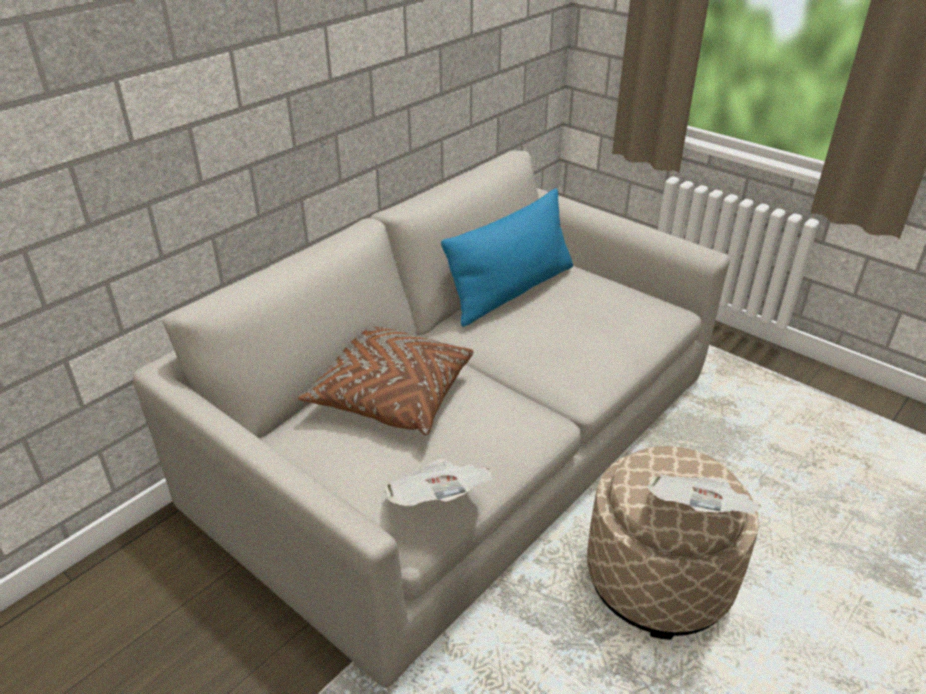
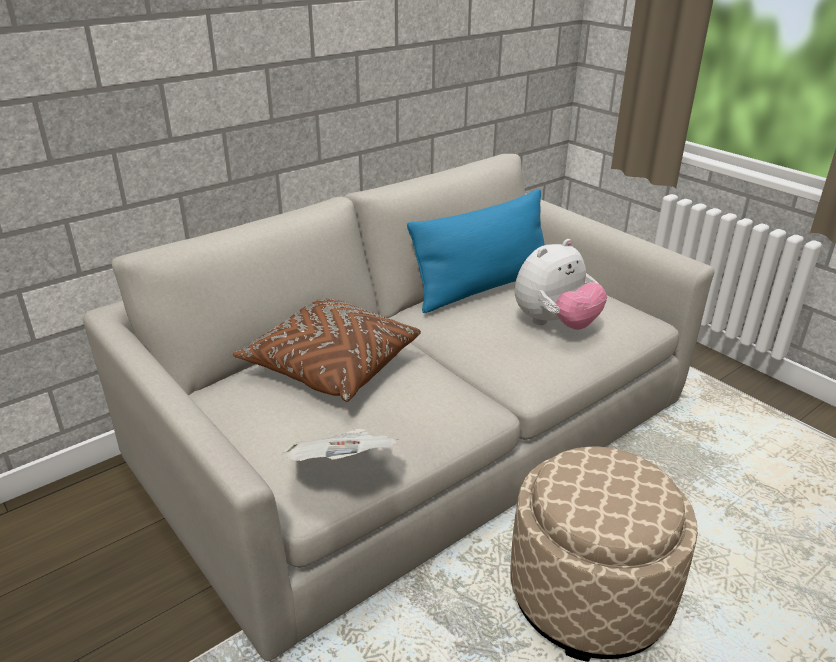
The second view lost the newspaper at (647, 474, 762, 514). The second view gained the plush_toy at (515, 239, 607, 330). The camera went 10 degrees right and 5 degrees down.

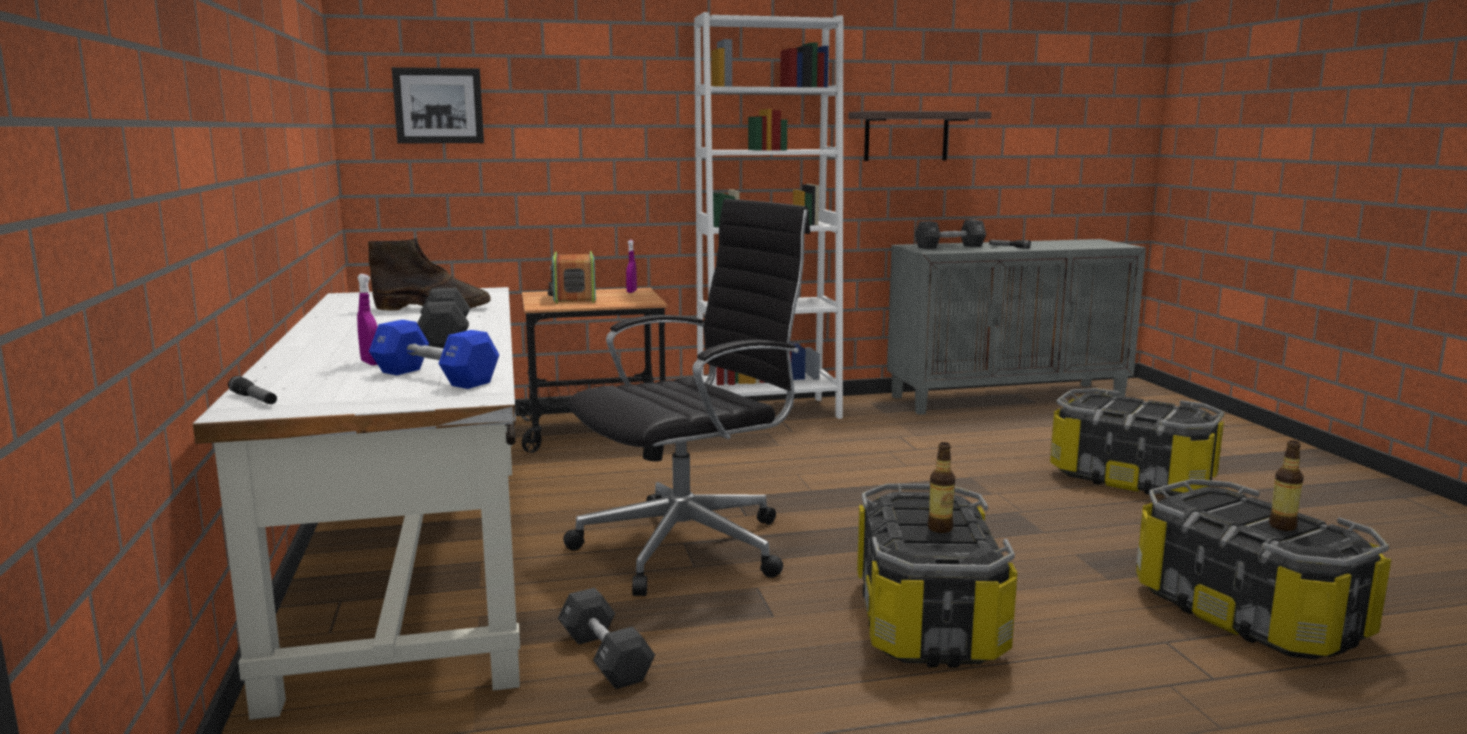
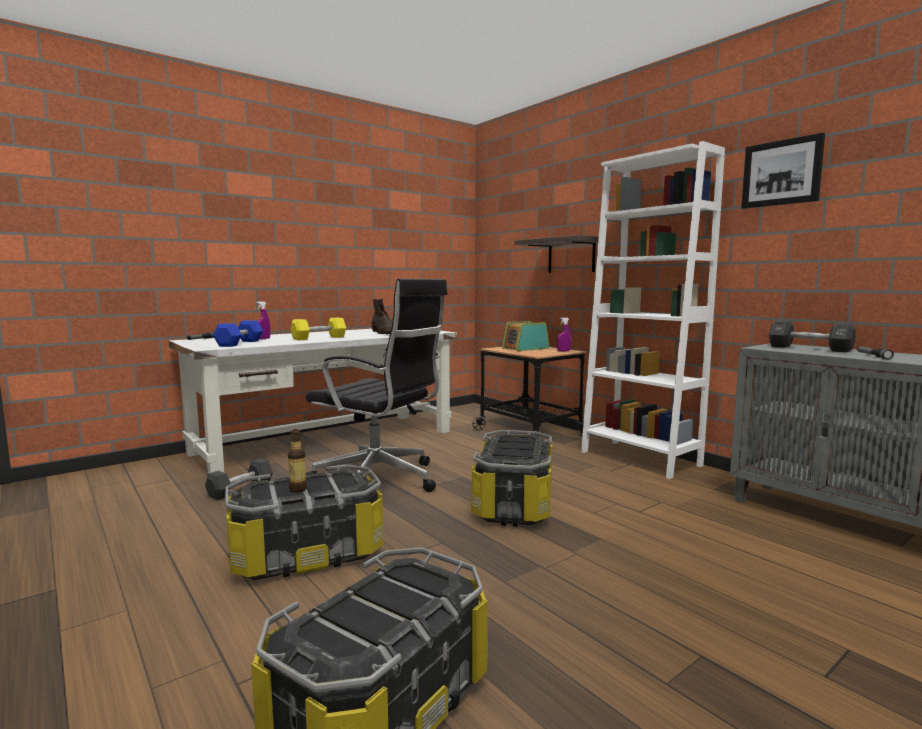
The second view lost the bottle at (1269, 440, 1304, 531). The picture ended up elsewhere, having gone from (392, 67, 484, 143) to (741, 133, 825, 209). The shelf ended up elsewhere, having gone from (849, 111, 991, 161) to (514, 235, 606, 273). The storage_box ended up elsewhere, having gone from (1050, 388, 1224, 496) to (472, 430, 552, 526). What was the black_dumbbell at (417, 288, 470, 348) turned into the yellow_dumbbell at (290, 318, 346, 340). The camera went 65 degrees right and 5 degrees down.

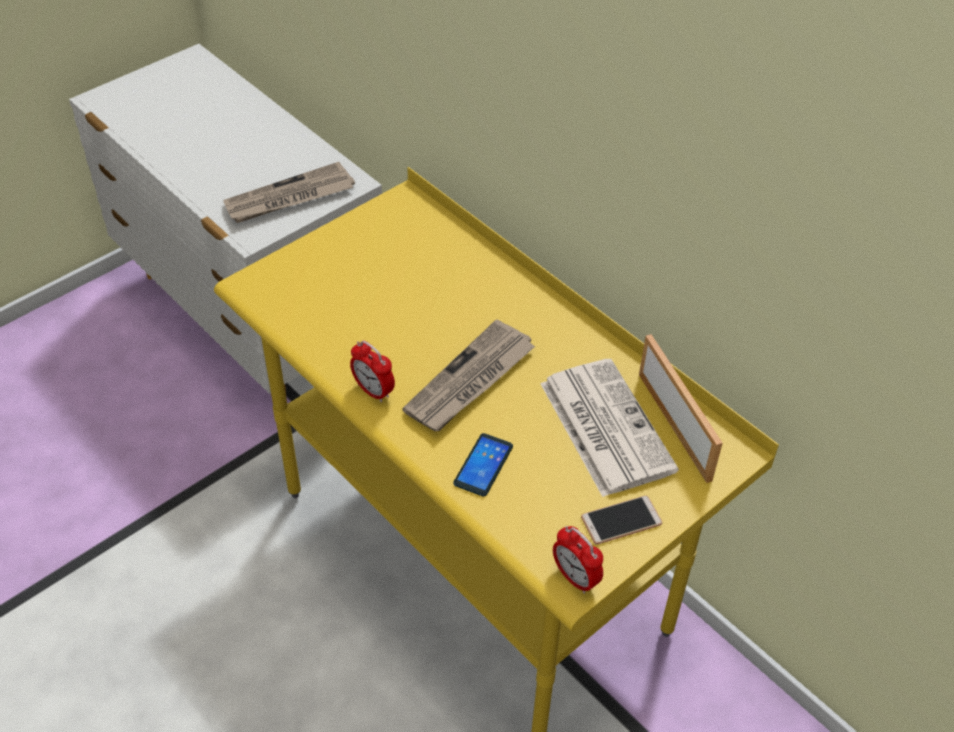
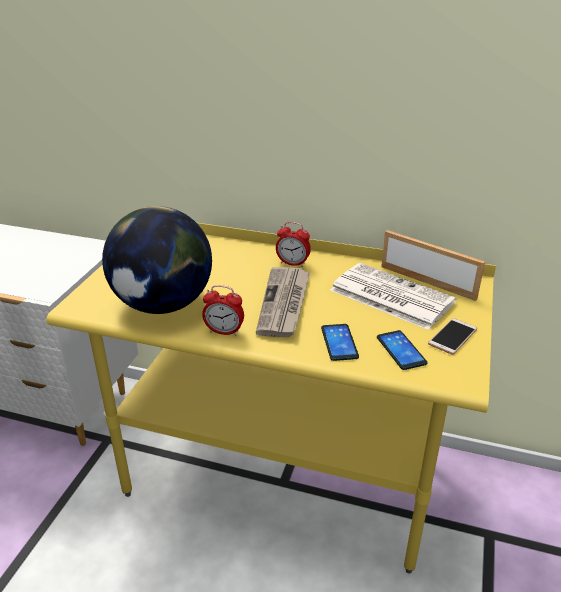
The second view lost the newspaper at (223, 162, 355, 223). The second view gained the globe at (102, 206, 212, 314). The second view gained the phone at (377, 330, 428, 370). The alarm_clock ended up elsewhere, having gone from (553, 526, 603, 594) to (276, 222, 311, 267). The camera went 30 degrees left and 15 degrees down.

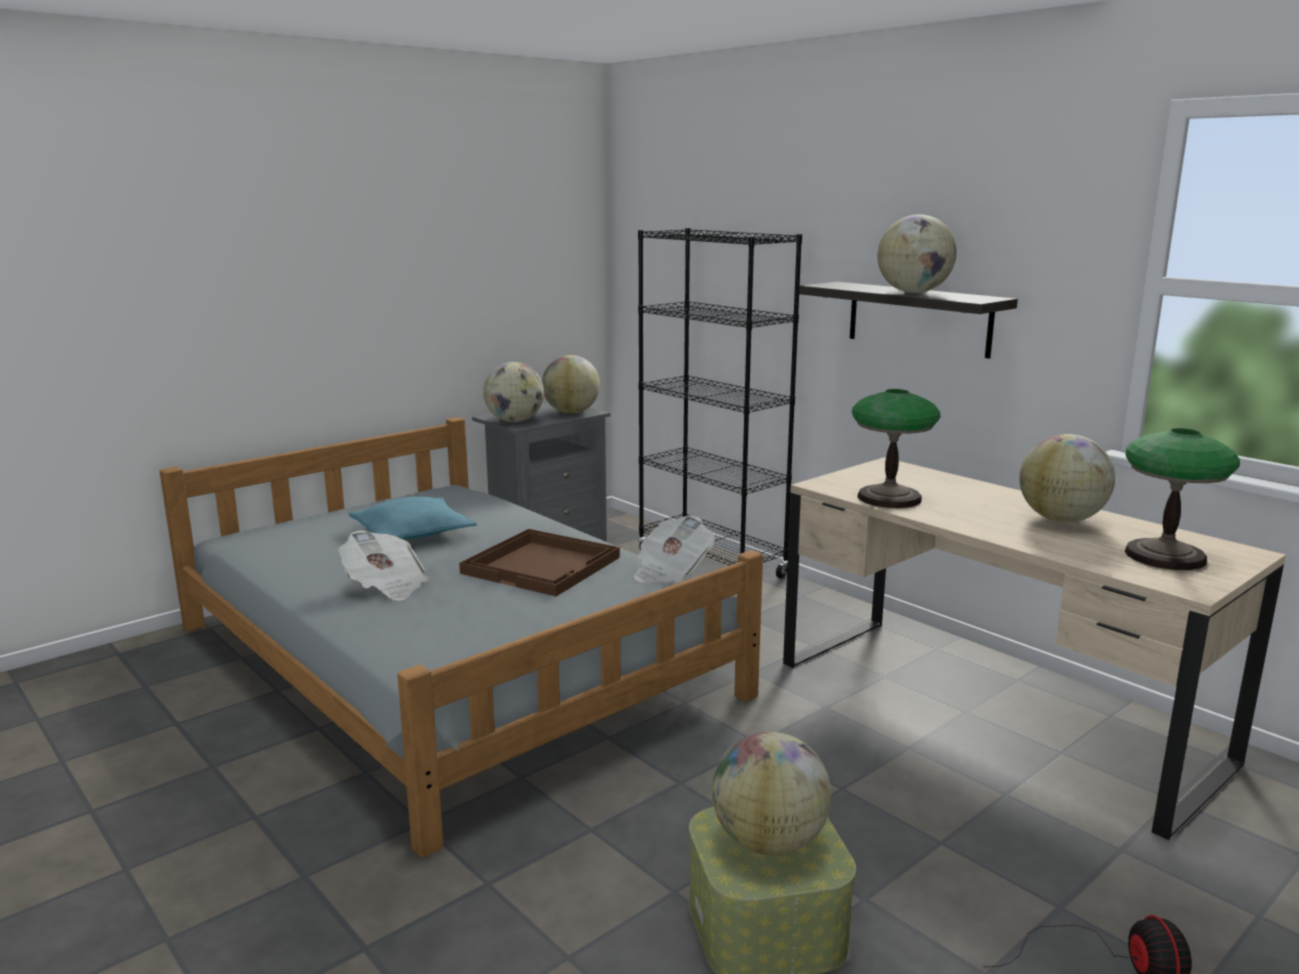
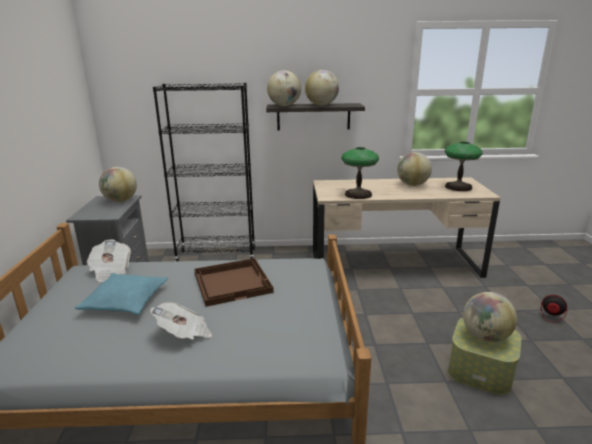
The globe ended up elsewhere, having gone from (483, 362, 544, 422) to (267, 70, 301, 106). The newspaper ended up elsewhere, having gone from (634, 516, 715, 583) to (87, 239, 131, 282). The camera went 50 degrees left and 5 degrees up.

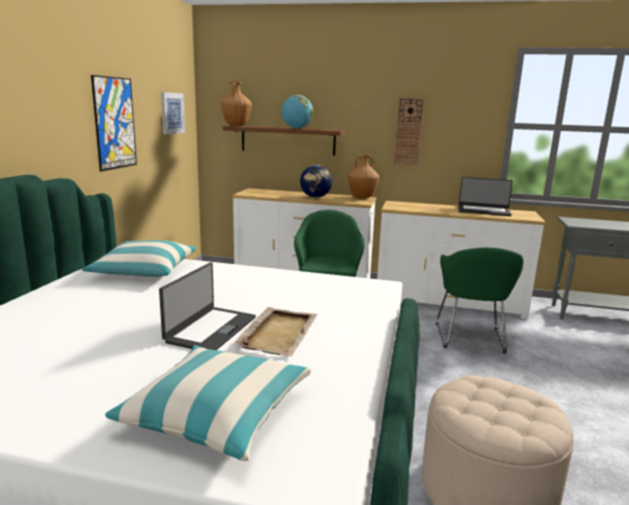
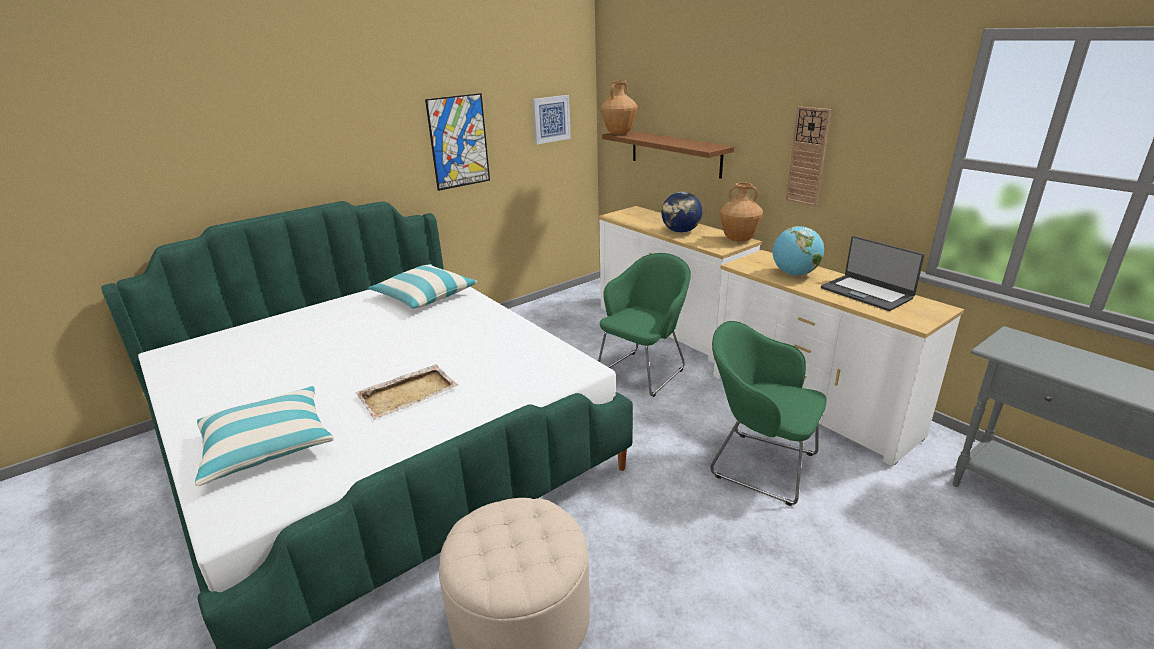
The second view lost the laptop at (159, 262, 256, 350). The globe ended up elsewhere, having gone from (281, 95, 313, 129) to (773, 226, 824, 276). The green_armchair at (436, 248, 524, 354) ended up facing another way, 75 degrees clockwise from before. The camera went 40 degrees right and 10 degrees up.

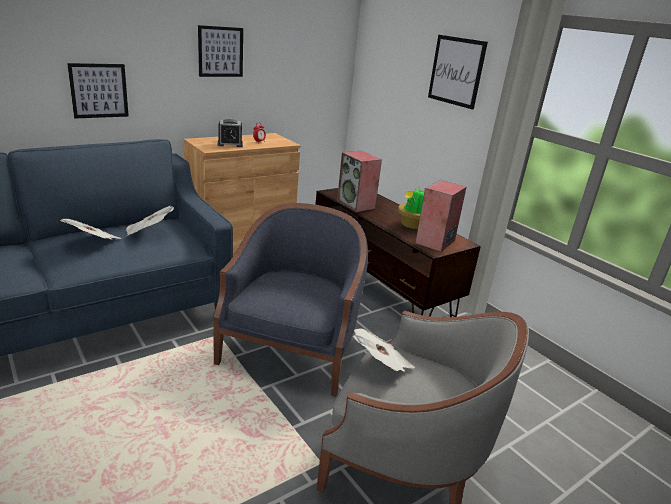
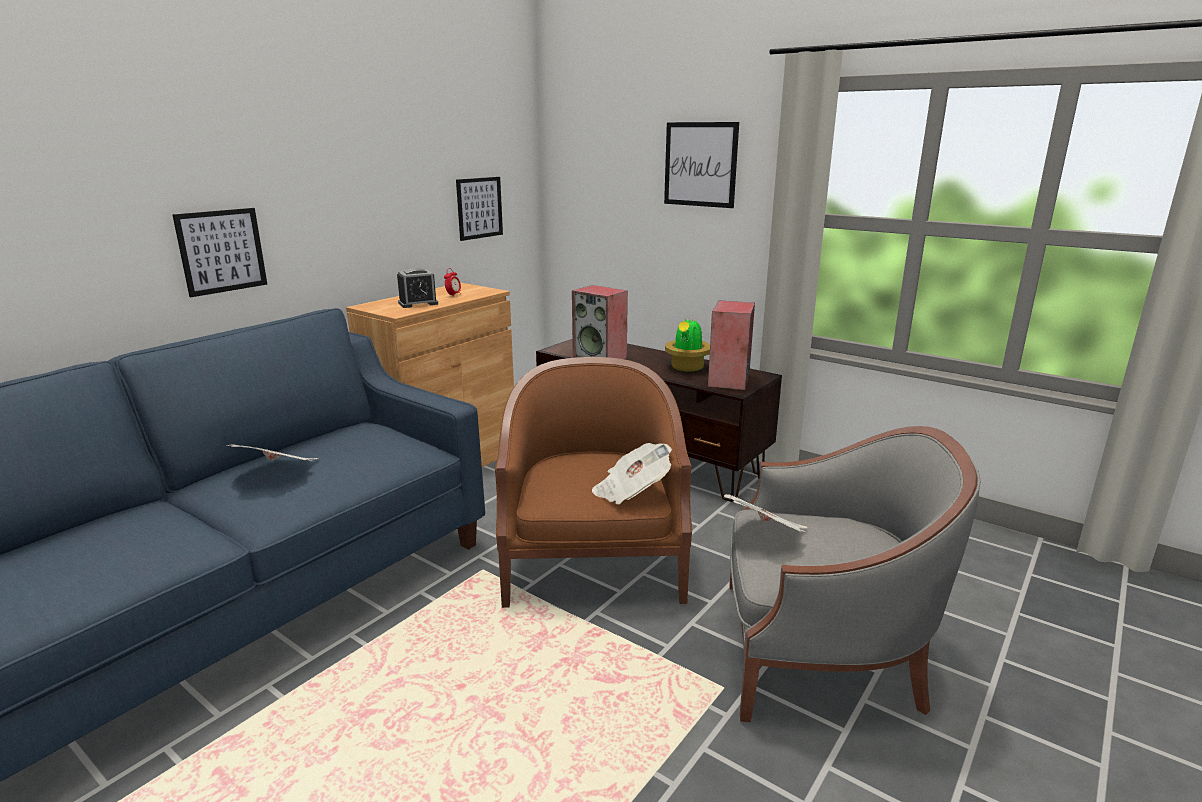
The newspaper ended up elsewhere, having gone from (126, 206, 174, 236) to (592, 443, 672, 505). The picture ended up elsewhere, having gone from (198, 25, 243, 77) to (456, 177, 503, 241). What was the blue_armchair at (213, 203, 368, 397) turned into the brown_armchair at (495, 357, 692, 608). The camera went 15 degrees left and 5 degrees down.

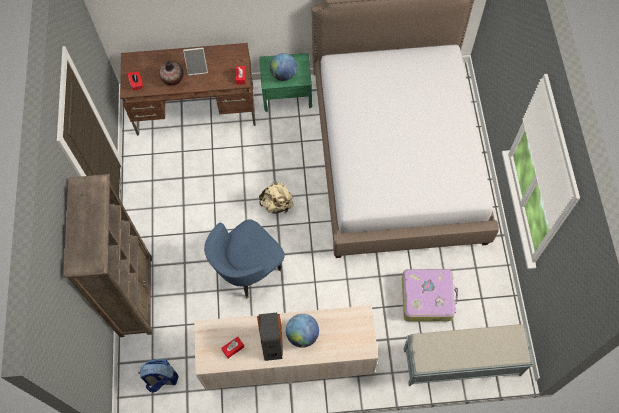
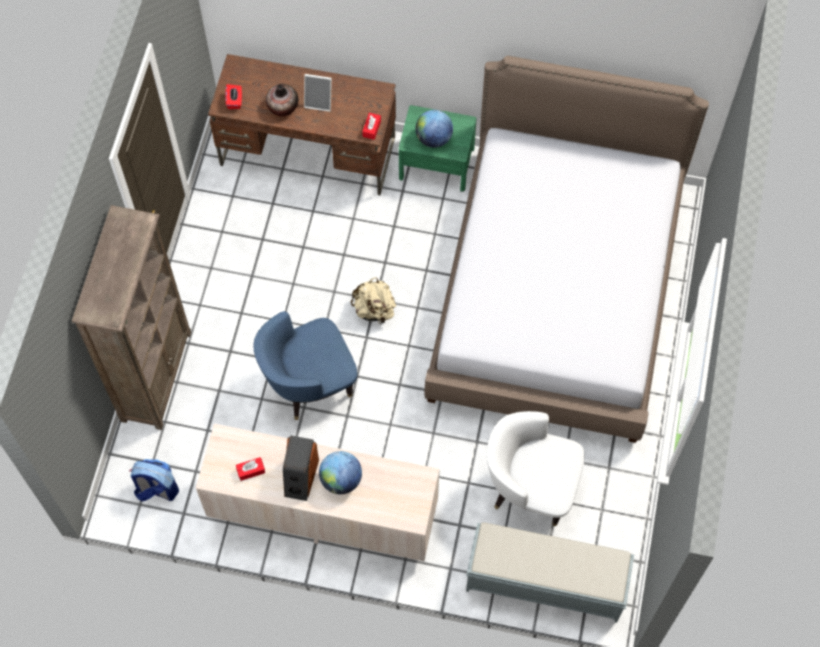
Where the suitcase stood at (402, 269, 458, 321), the white_armchair came to stand at (486, 411, 585, 526). The camera went 15 degrees right and 0 degrees up.

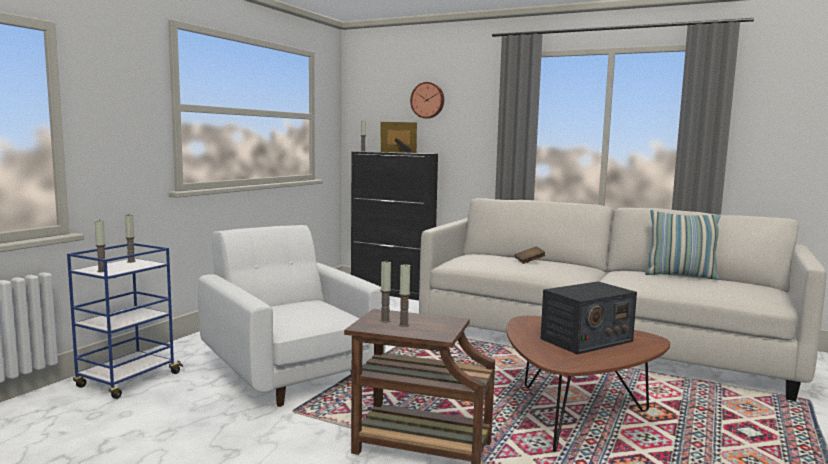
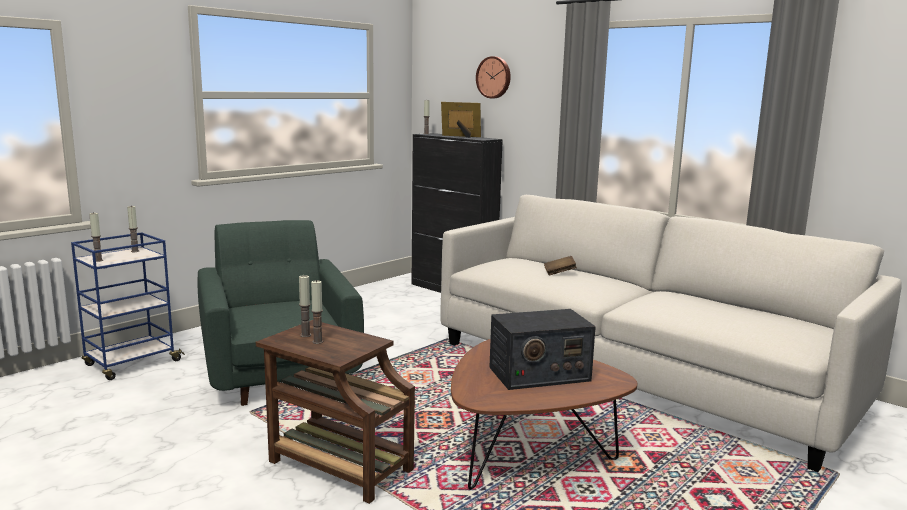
The second view lost the pillow at (645, 210, 721, 280). What was the white_armchair at (198, 225, 386, 407) turned into the green_armchair at (198, 220, 364, 406). The camera went 15 degrees right and 5 degrees up.

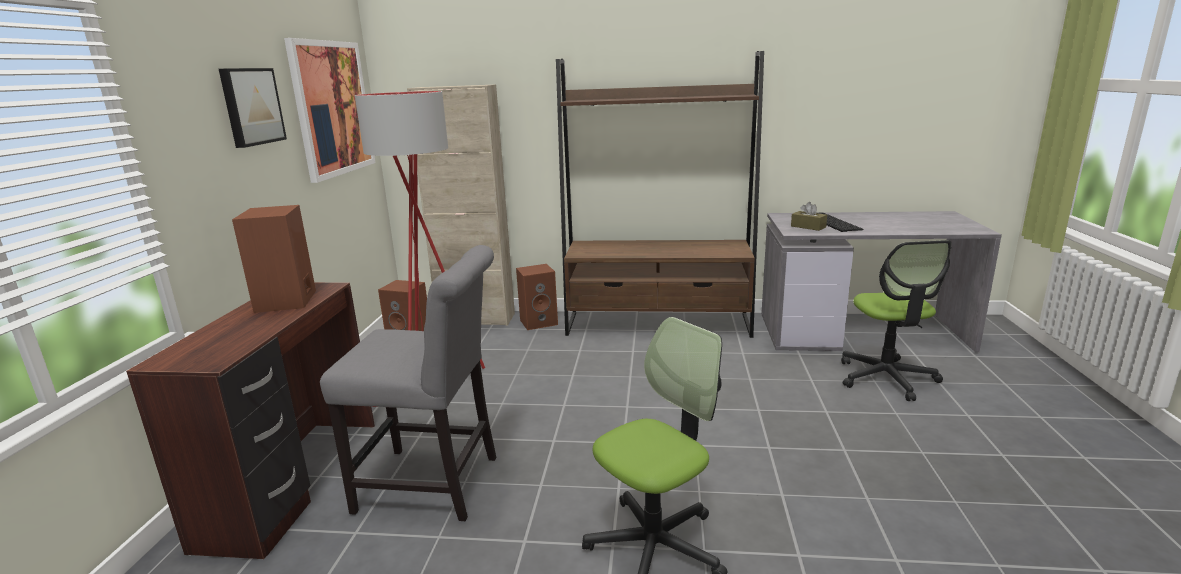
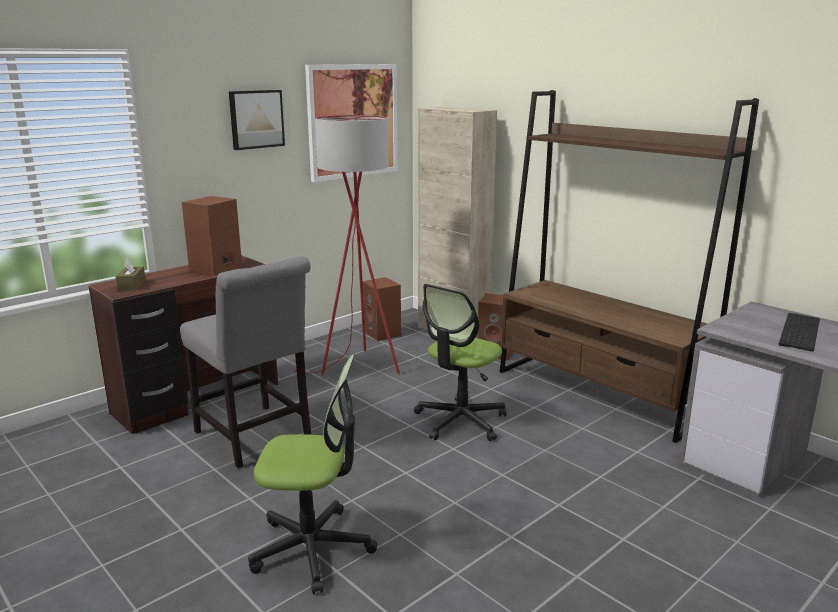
The brown_tissue_box ended up elsewhere, having gone from (791, 202, 827, 231) to (116, 257, 146, 291). The office_chair ended up elsewhere, having gone from (841, 240, 952, 401) to (414, 284, 506, 441). The camera went 40 degrees right and 0 degrees up.

